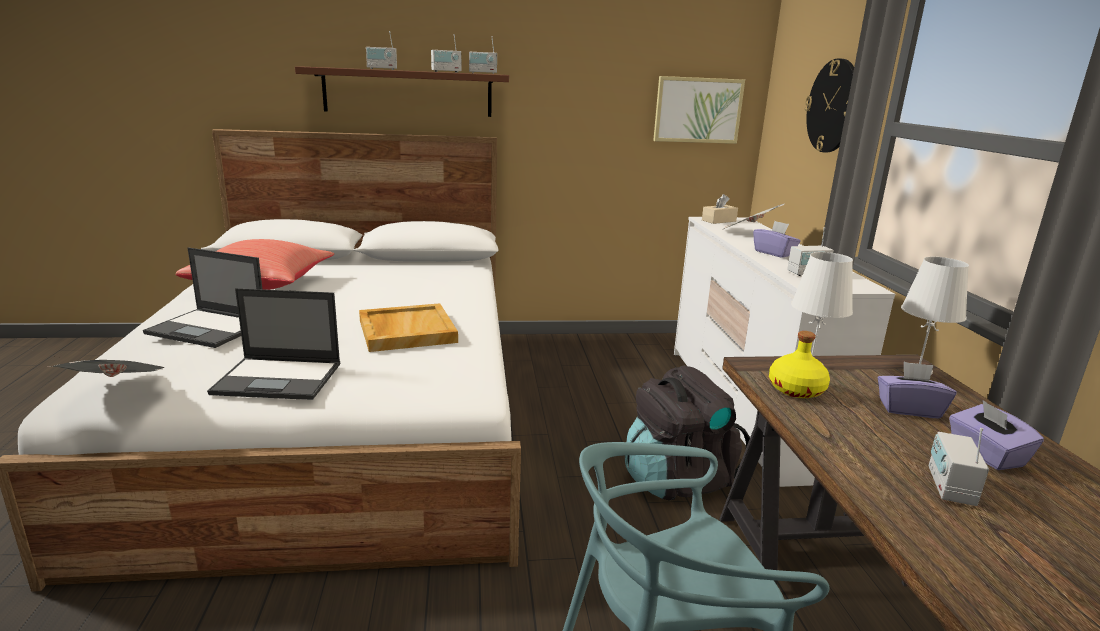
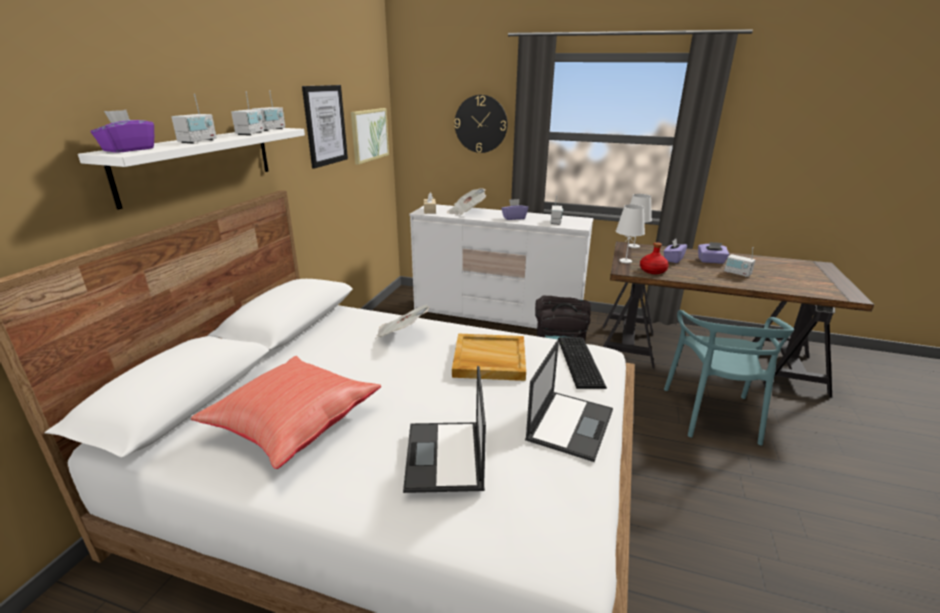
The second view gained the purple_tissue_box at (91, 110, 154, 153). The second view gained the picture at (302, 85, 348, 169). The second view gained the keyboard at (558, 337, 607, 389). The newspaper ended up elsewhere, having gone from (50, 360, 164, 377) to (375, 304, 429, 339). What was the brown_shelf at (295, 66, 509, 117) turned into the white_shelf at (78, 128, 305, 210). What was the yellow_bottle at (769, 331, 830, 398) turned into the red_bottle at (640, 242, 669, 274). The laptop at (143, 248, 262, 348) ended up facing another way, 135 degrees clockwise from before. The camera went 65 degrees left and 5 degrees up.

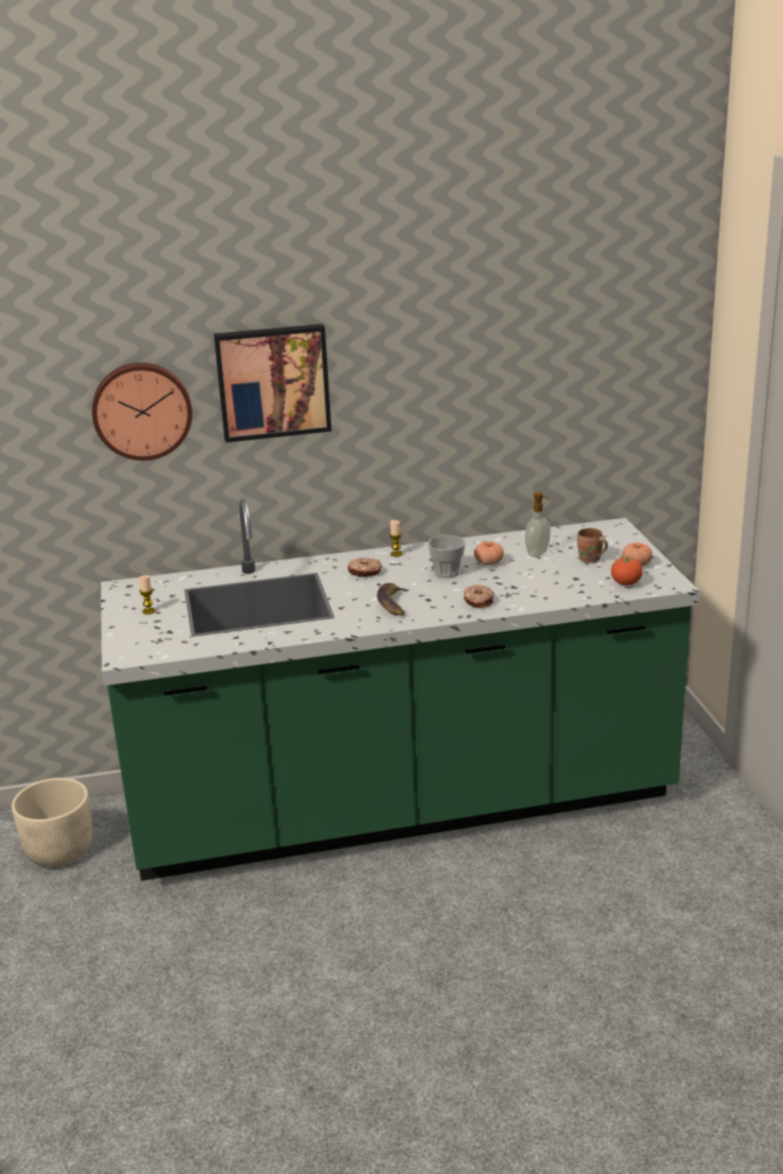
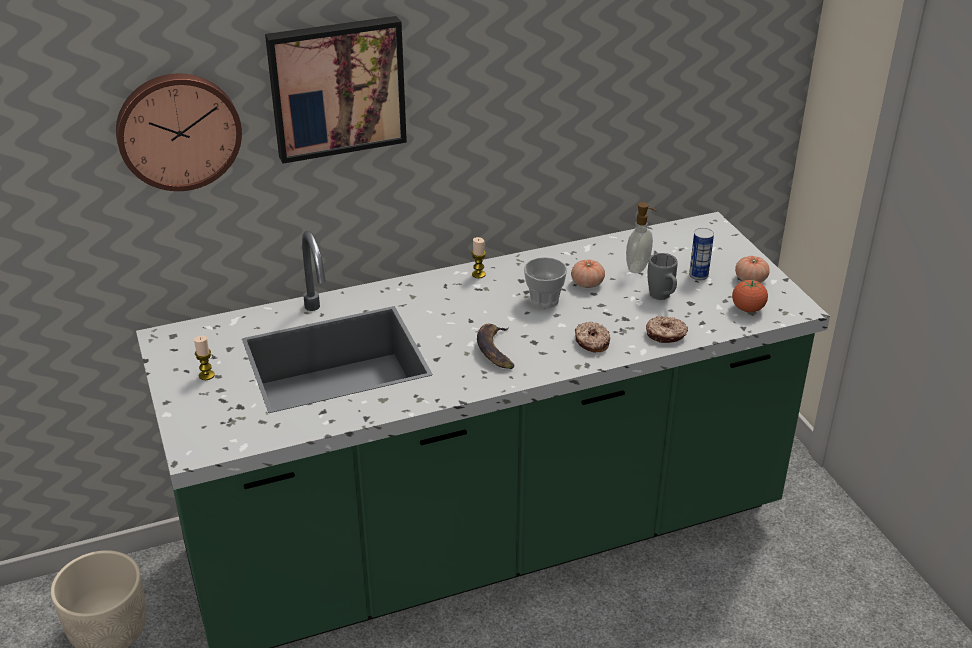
The second view gained the grey_mug at (647, 253, 678, 300). The donut ended up elsewhere, having gone from (347, 558, 382, 577) to (646, 316, 688, 343). Where the brown_mug stood at (577, 528, 608, 563), the can came to stand at (689, 228, 714, 280). The camera went 10 degrees left and 10 degrees up.

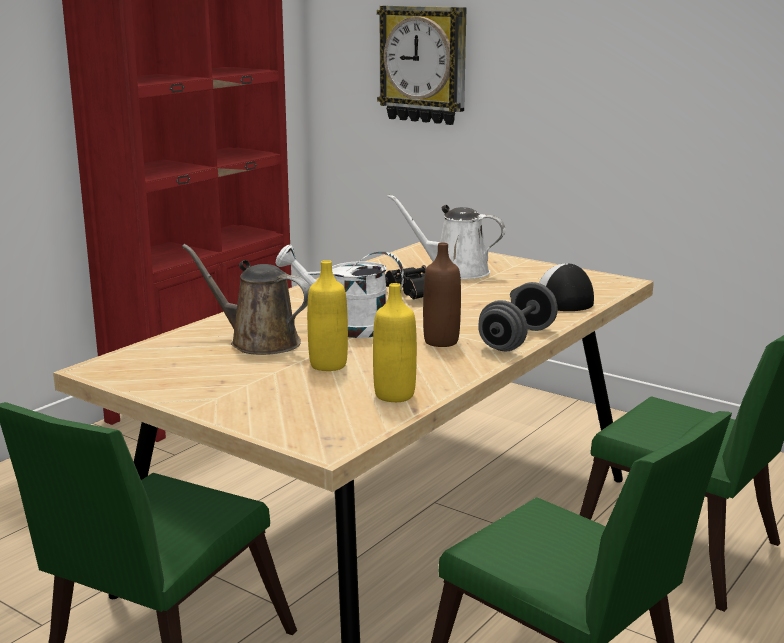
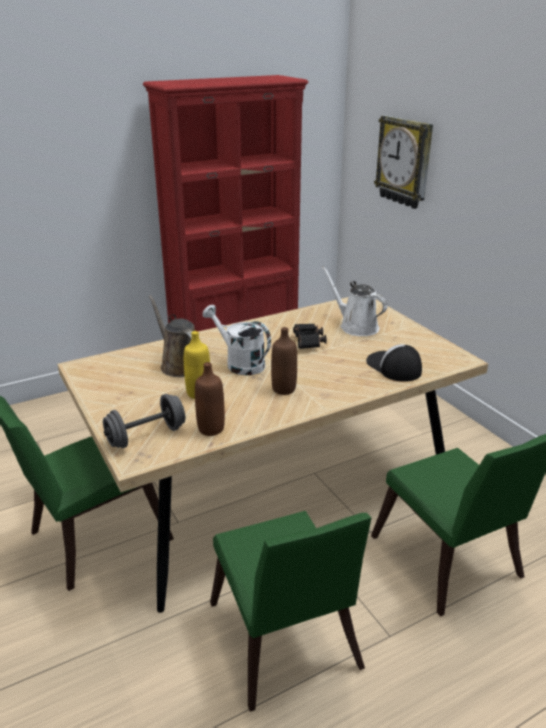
The grey_dumbbell ended up elsewhere, having gone from (478, 282, 558, 352) to (103, 394, 185, 448). What was the yellow_bottle at (373, 283, 417, 402) turned into the brown_bottle at (195, 362, 225, 436). The camera went 25 degrees right and 10 degrees up.

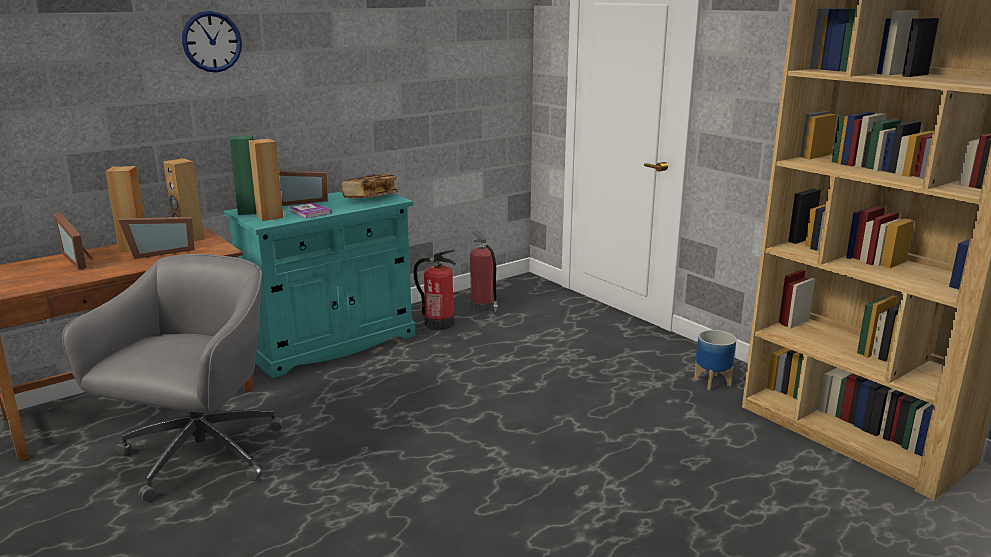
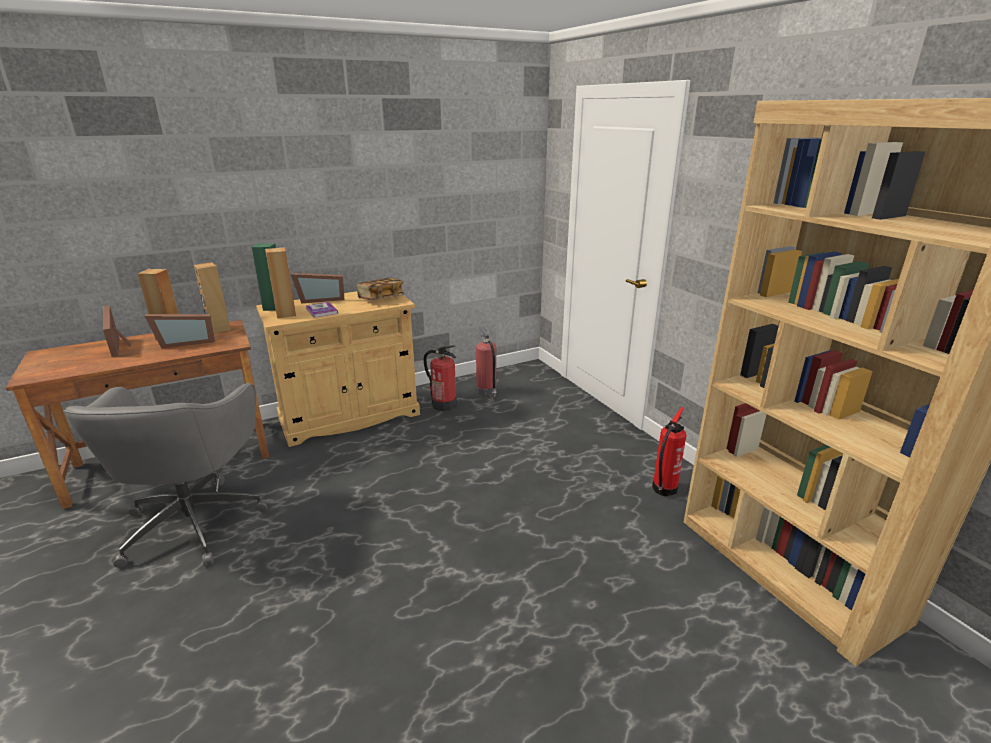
The second view lost the wall_clock at (182, 11, 242, 73). Where the planter stood at (694, 330, 736, 390), the fire_extinguisher came to stand at (652, 407, 687, 496). What was the turquoise_cabinet at (224, 191, 415, 378) turned into the beige_cabinet at (256, 291, 420, 447). The grey_office_chair at (62, 254, 284, 502) ended up facing another way, 150 degrees clockwise from before. The camera went 10 degrees right and 5 degrees up.

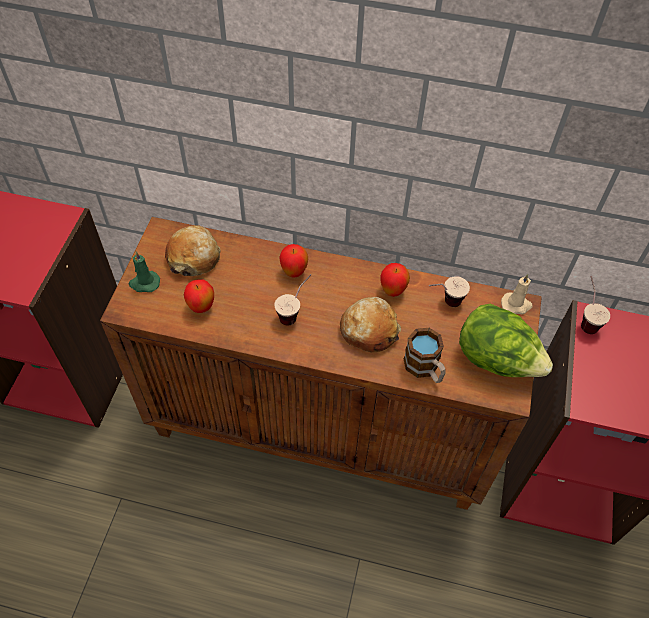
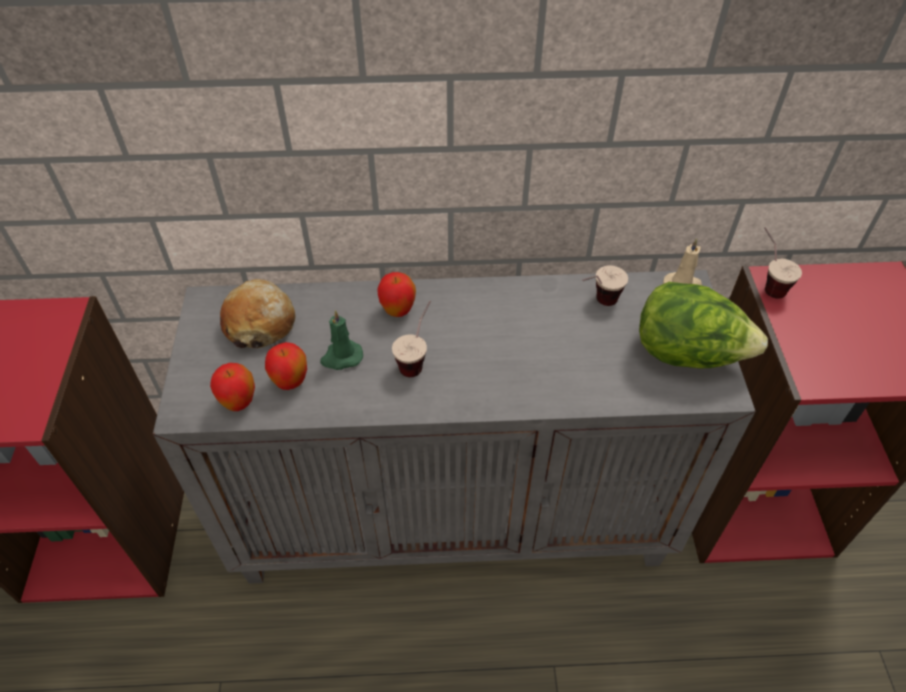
The second view lost the bread at (340, 297, 401, 352). The second view lost the mug at (403, 328, 446, 383). The green_candle ended up elsewhere, having gone from (129, 251, 160, 292) to (320, 310, 363, 370). The apple ended up elsewhere, having gone from (381, 263, 410, 297) to (210, 363, 255, 411). What was the brown_cabinet at (100, 217, 542, 510) turned into the grey_cabinet at (153, 270, 755, 584). The camera went 15 degrees left and 5 degrees down.

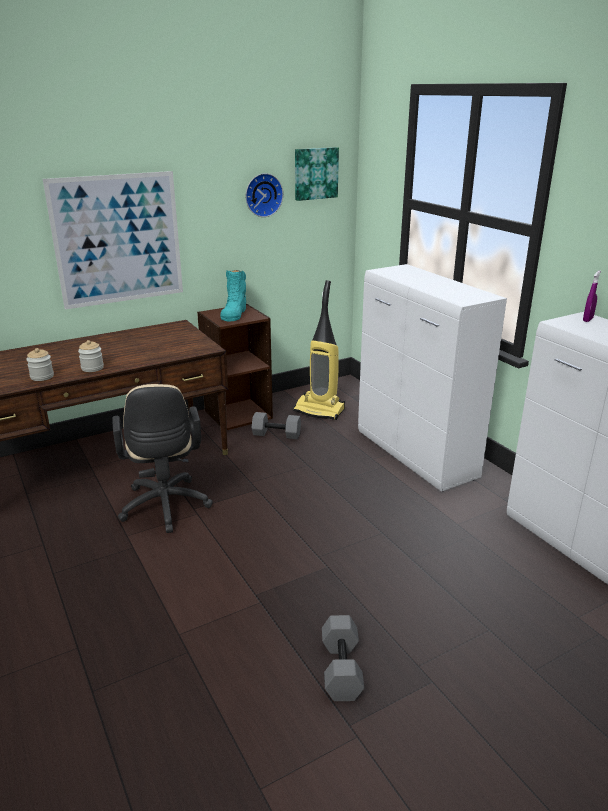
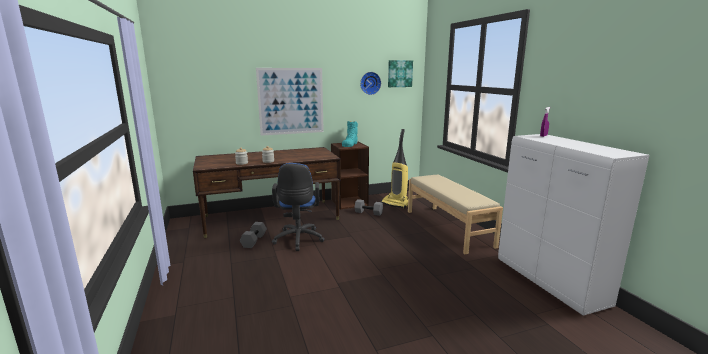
The grey_dumbbell ended up elsewhere, having gone from (322, 615, 364, 701) to (240, 222, 267, 248). Where the white_cabinet stood at (358, 264, 507, 492), the beige_bench came to stand at (408, 175, 503, 254). What was the beige_office_chair at (112, 384, 213, 533) turned into the blue_office_chair at (272, 163, 325, 251). The camera went 10 degrees right and 10 degrees down.

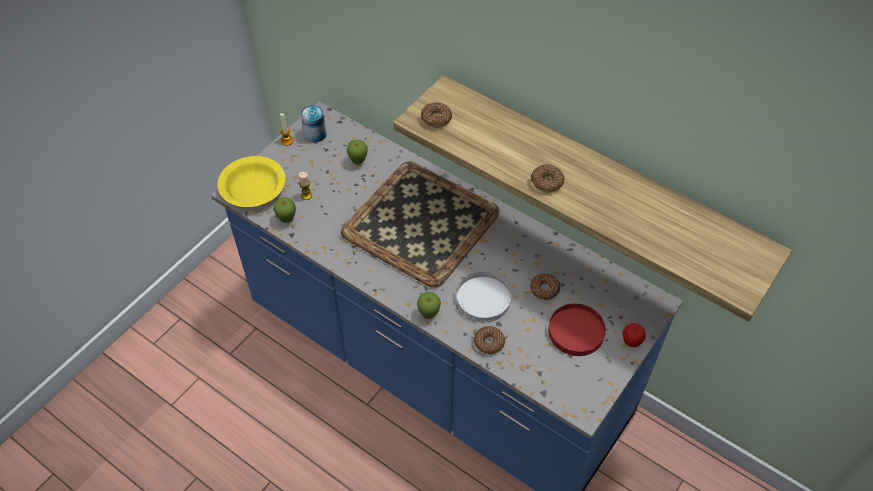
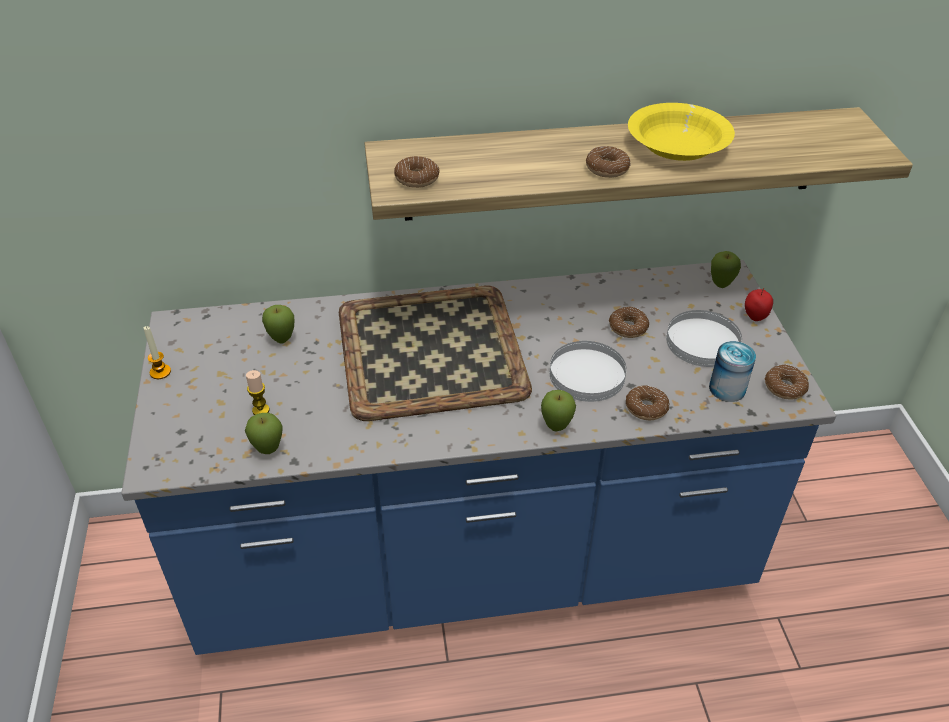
The second view gained the apple at (711, 251, 741, 288). The second view gained the donut at (765, 364, 809, 400). The yellow_bowl ended up elsewhere, having gone from (217, 156, 285, 207) to (628, 103, 735, 161). The can ended up elsewhere, having gone from (301, 105, 327, 143) to (709, 341, 756, 402). What was the red_plate at (548, 304, 606, 356) turned into the white_plate at (666, 310, 742, 367). The camera went 45 degrees left and 10 degrees down.

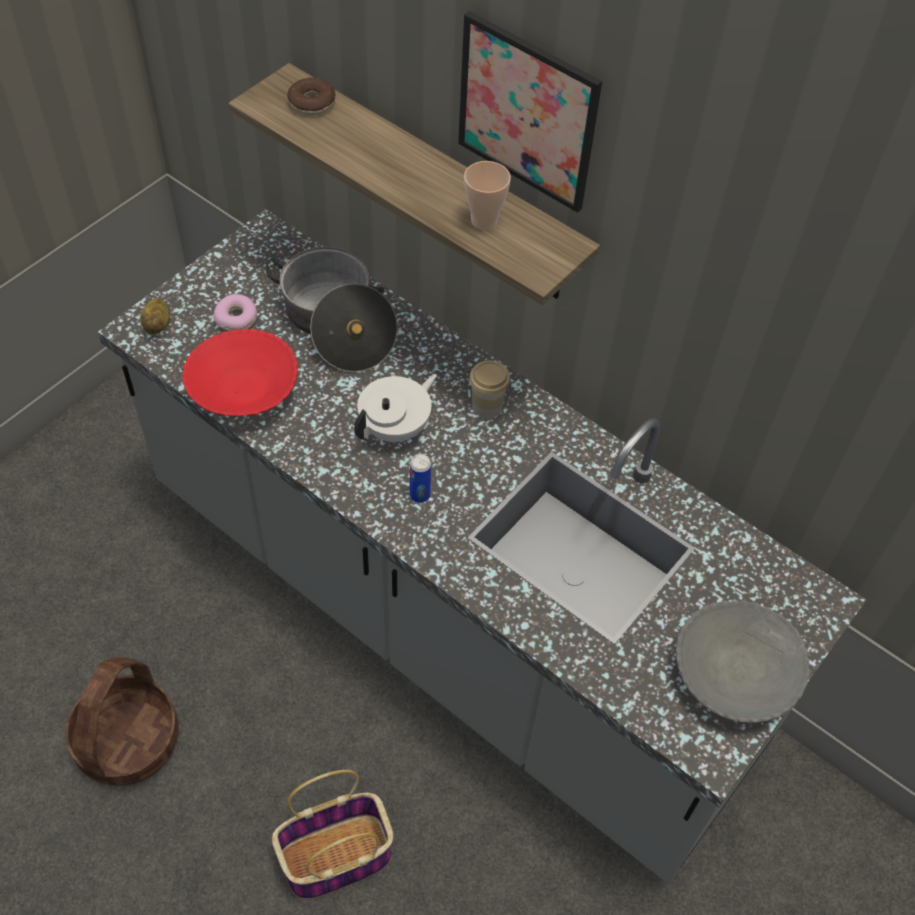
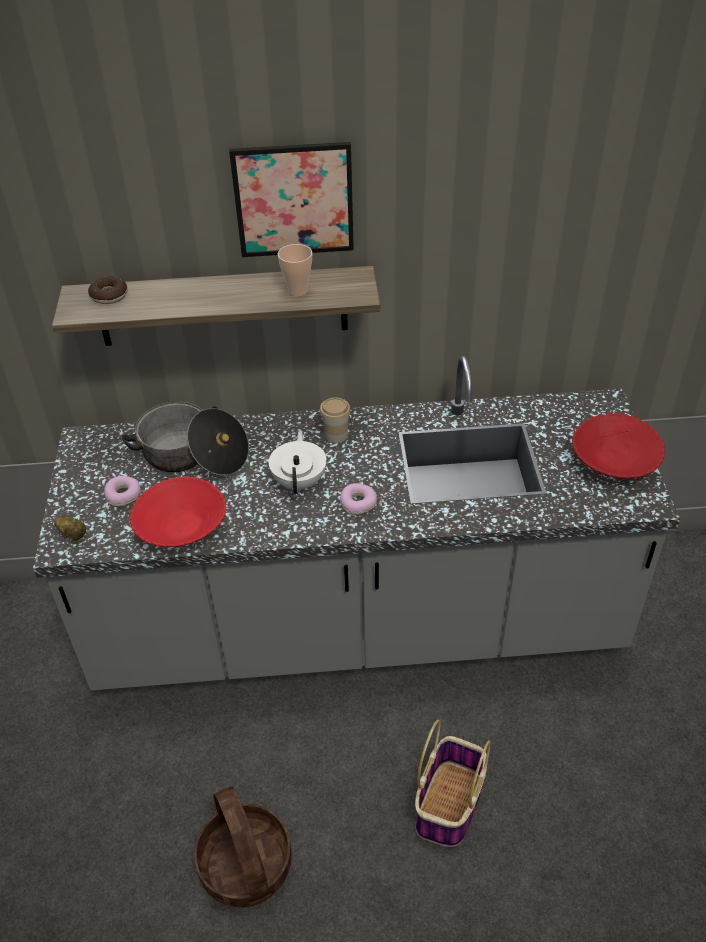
Where the can stood at (410, 454, 431, 503), the donut came to stand at (340, 483, 377, 515). What was the grey_bowl at (676, 600, 810, 723) turned into the red_bowl at (572, 413, 665, 479). The camera went 40 degrees left and 10 degrees down.

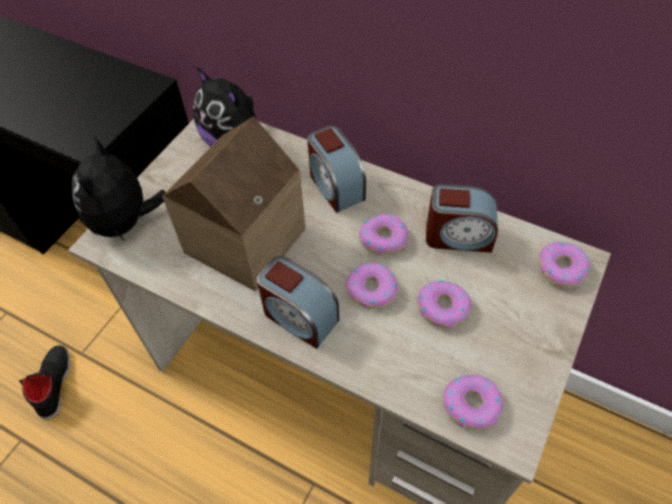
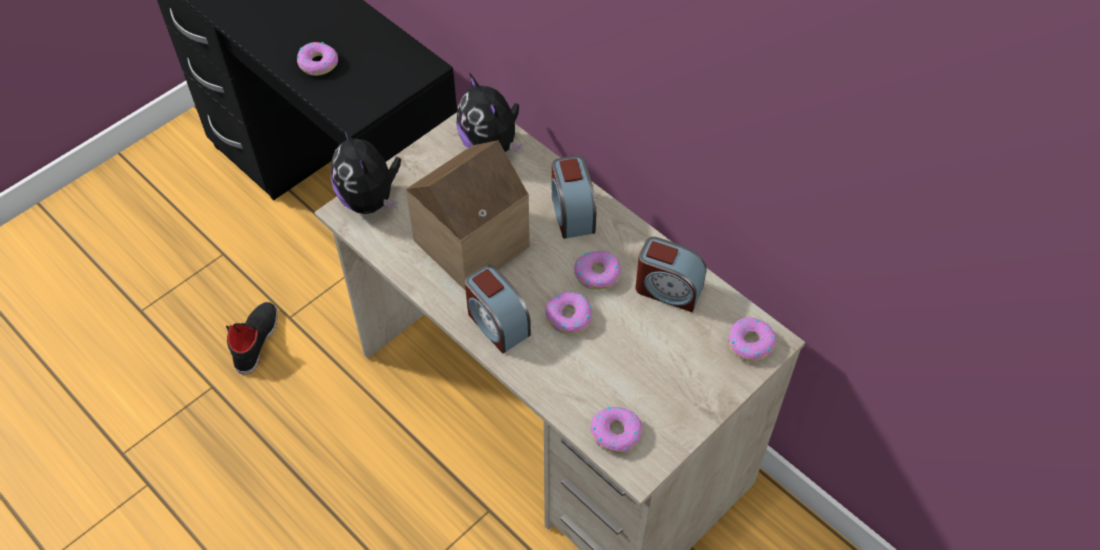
The donut ended up elsewhere, having gone from (418, 280, 471, 328) to (297, 42, 338, 76). The plush_toy at (72, 136, 165, 243) ended up facing another way, 45 degrees counterclockwise from before. The camera went 15 degrees right and 0 degrees up.

